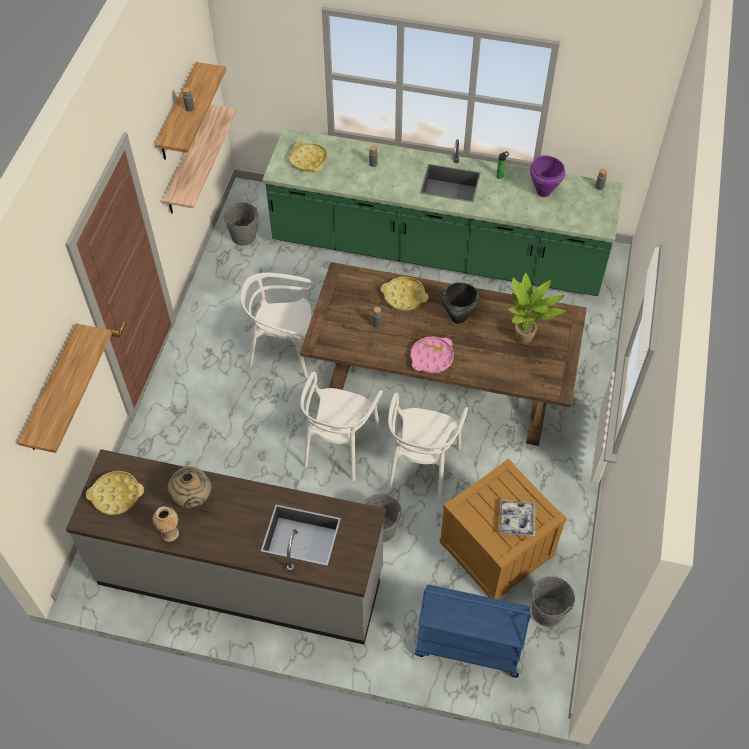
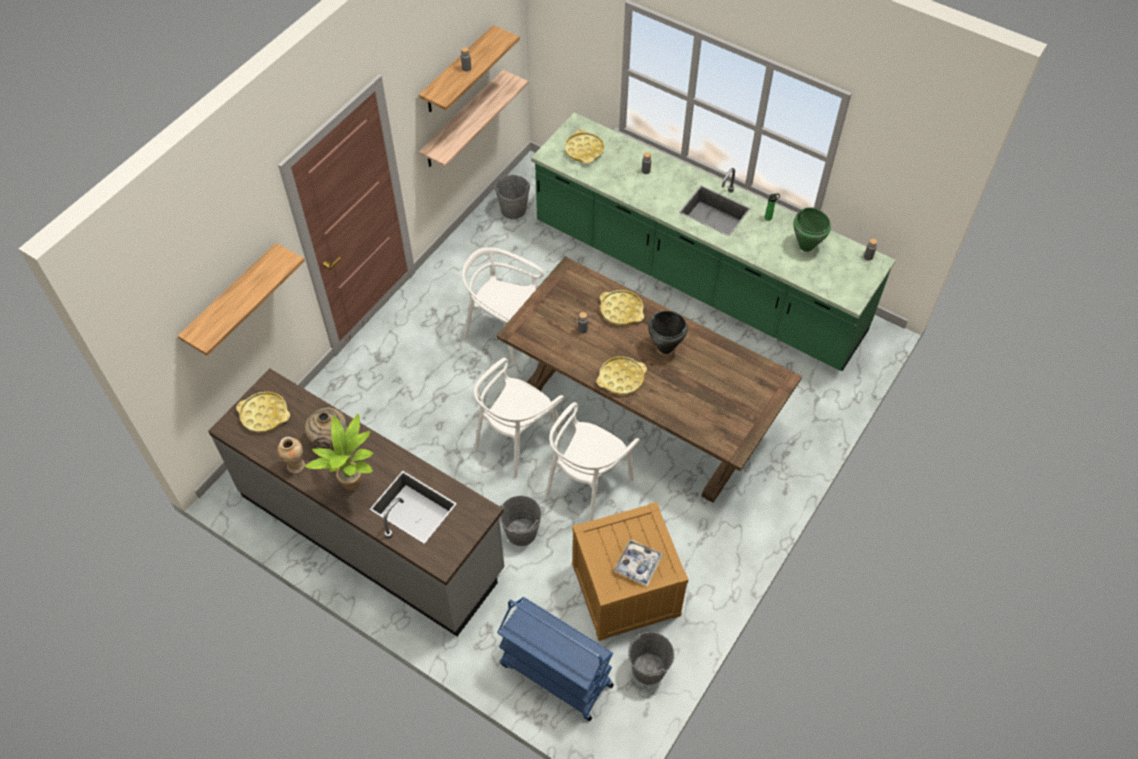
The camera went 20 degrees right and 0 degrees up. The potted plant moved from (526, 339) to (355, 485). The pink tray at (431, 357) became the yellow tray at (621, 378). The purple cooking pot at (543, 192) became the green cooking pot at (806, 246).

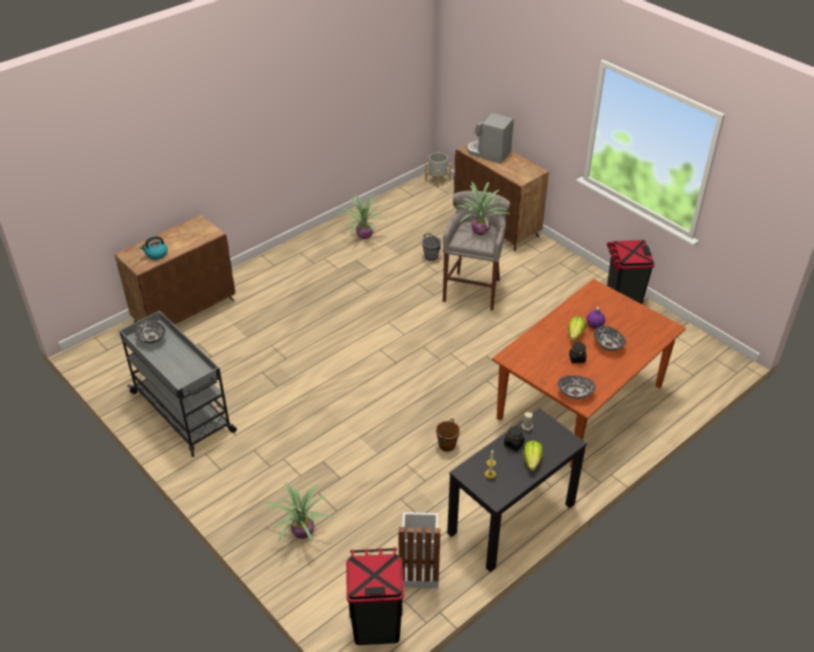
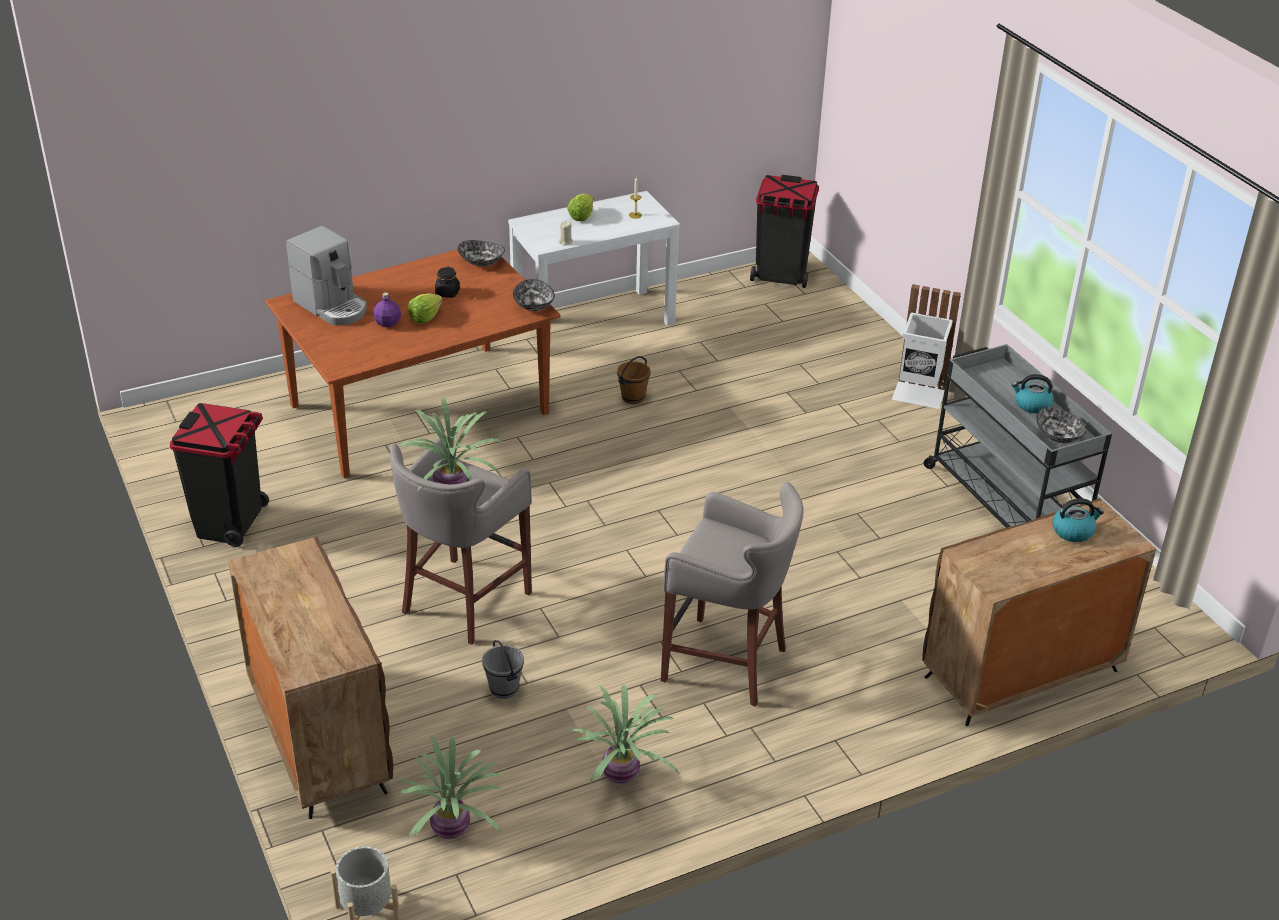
The camera went 165 degrees left and 5 degrees down. The coffee machine moved from (488, 153) to (332, 306). The potted plant moved from (302, 531) to (451, 831). The black console table at (511, 519) became the white console table at (594, 321). The bowl moved from (608, 345) to (533, 306). The grey stool at (728, 664) appeared. The white trash can moved from (418, 570) to (918, 394). The kettle at (1031, 405) appeared. The black jar at (513, 444) disappeared.

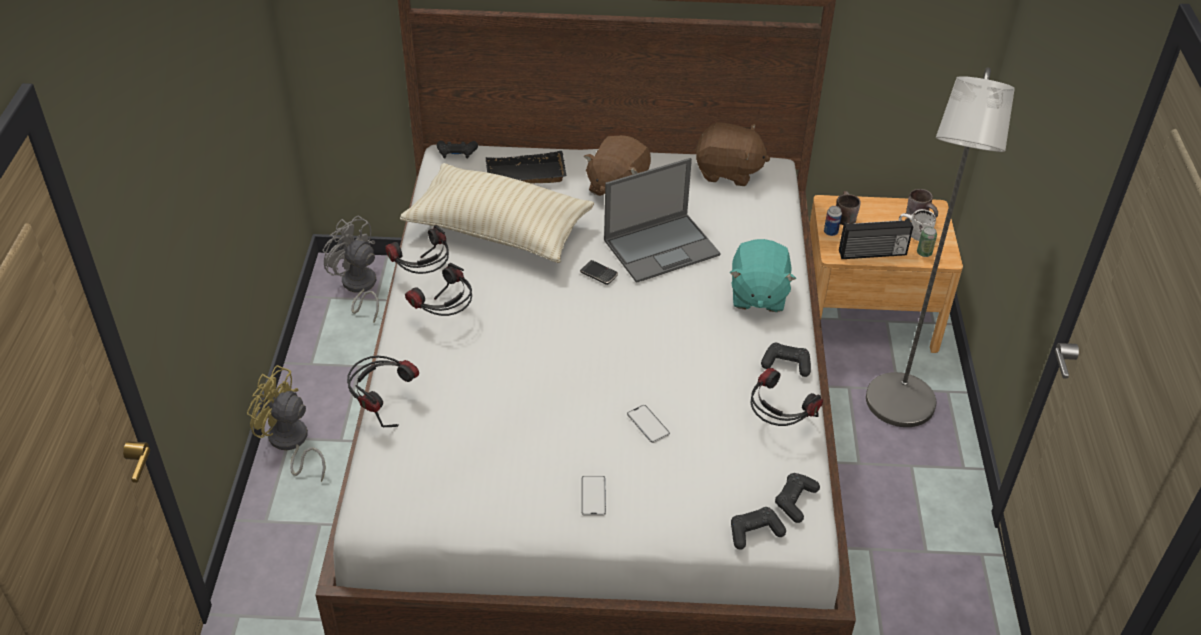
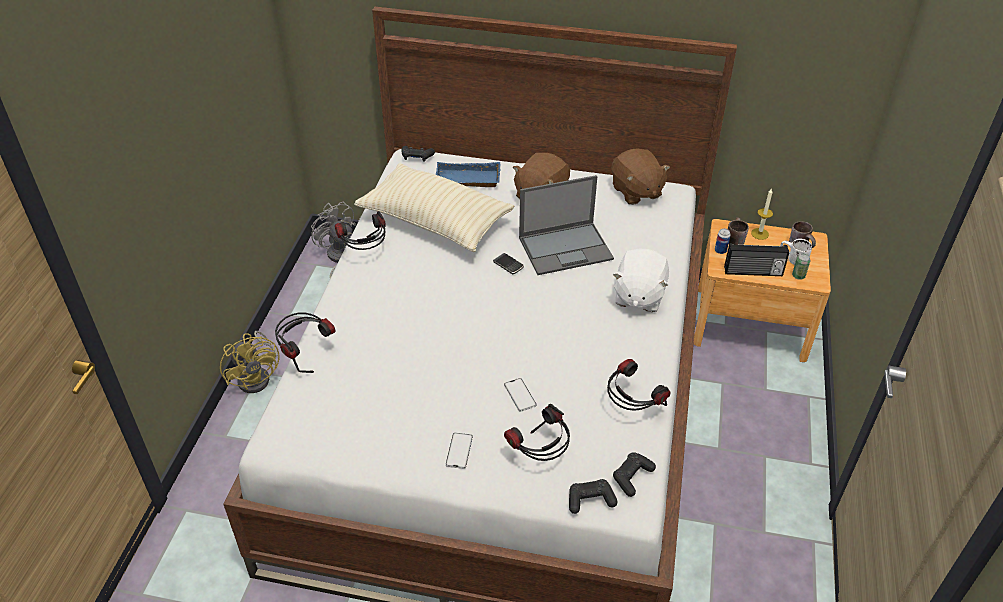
The camera went 10 degrees right and 0 degrees up. The yellow fan at (290, 444) turned 150 degrees counterclockwise. The black tray at (525, 176) became the blue tray at (467, 180). The headphones moved from (445, 317) to (539, 455). The brown plush toy at (728, 172) turned 45 degrees clockwise. The turquoise plush toy at (757, 295) became the white plush toy at (638, 296). The candle at (759, 234) appeared. The black game controller at (786, 364) disappeared. The grey floor lamp at (898, 411) disappeared.

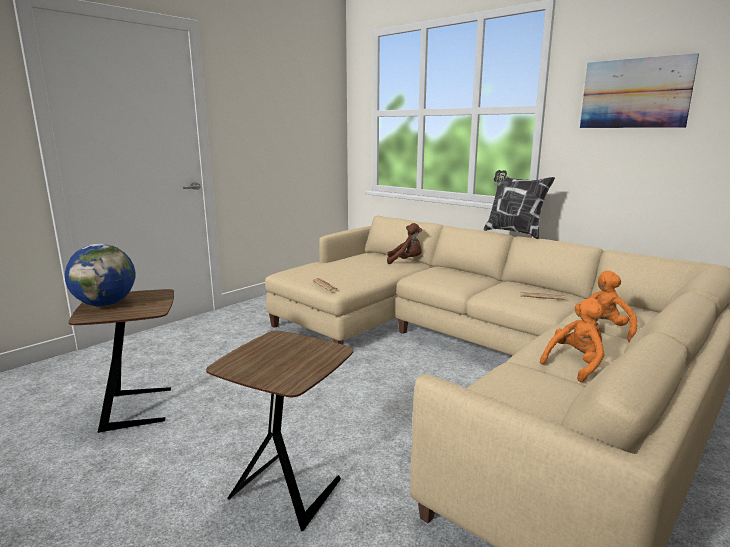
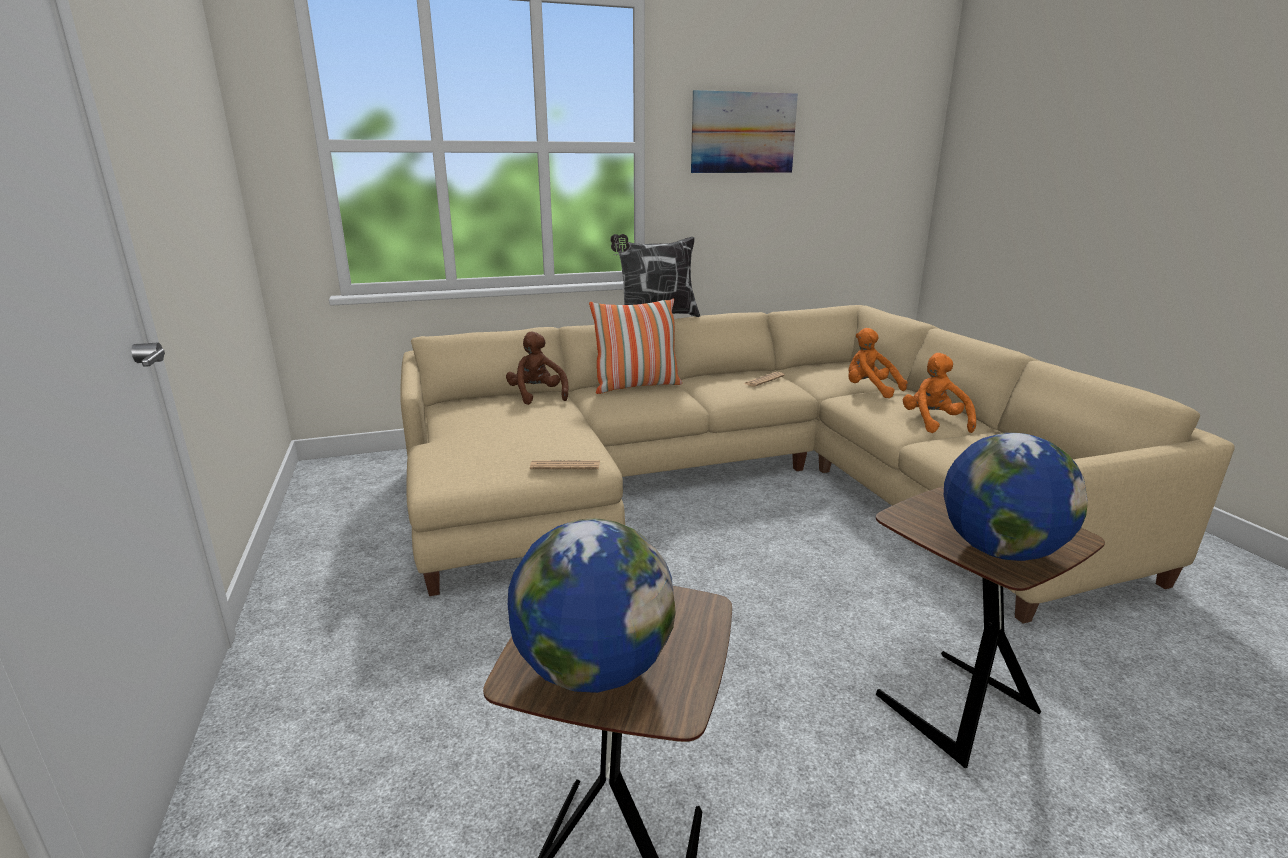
The camera went 60 degrees left and 5 degrees up. The brown plush toy at (406, 261) turned 60 degrees counterclockwise. The pillow at (636, 386) appeared. The globe at (1000, 551) appeared.

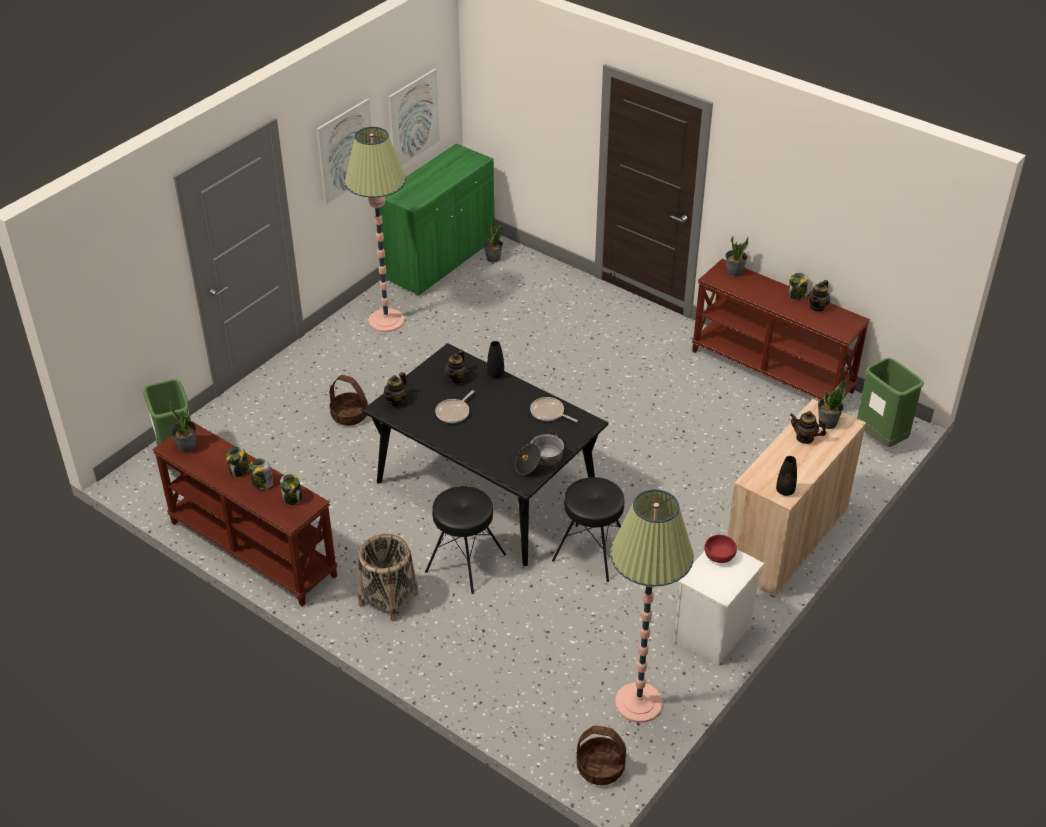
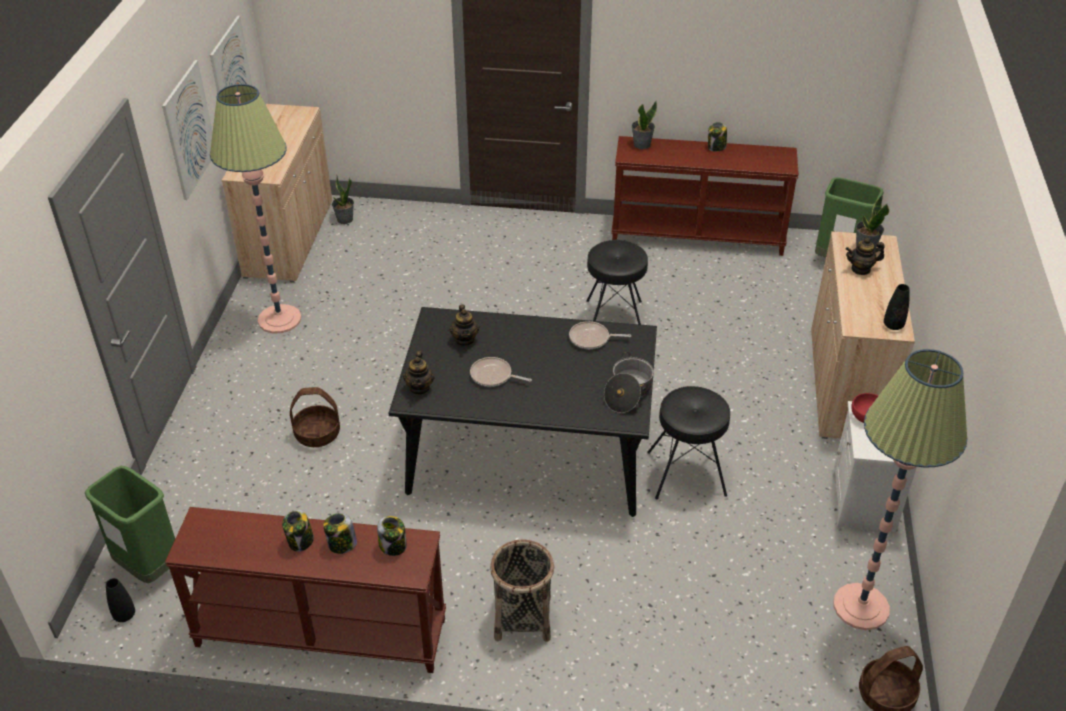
The camera went 30 degrees left and 0 degrees up. The black vase moved from (495, 374) to (124, 615). The green cabinet at (440, 260) became the beige cabinet at (289, 239). The frying pan at (454, 412) turned 105 degrees clockwise. The black stool moved from (465, 562) to (614, 320). The potted plant at (187, 446) disappeared. The teapot at (817, 307) disappeared.

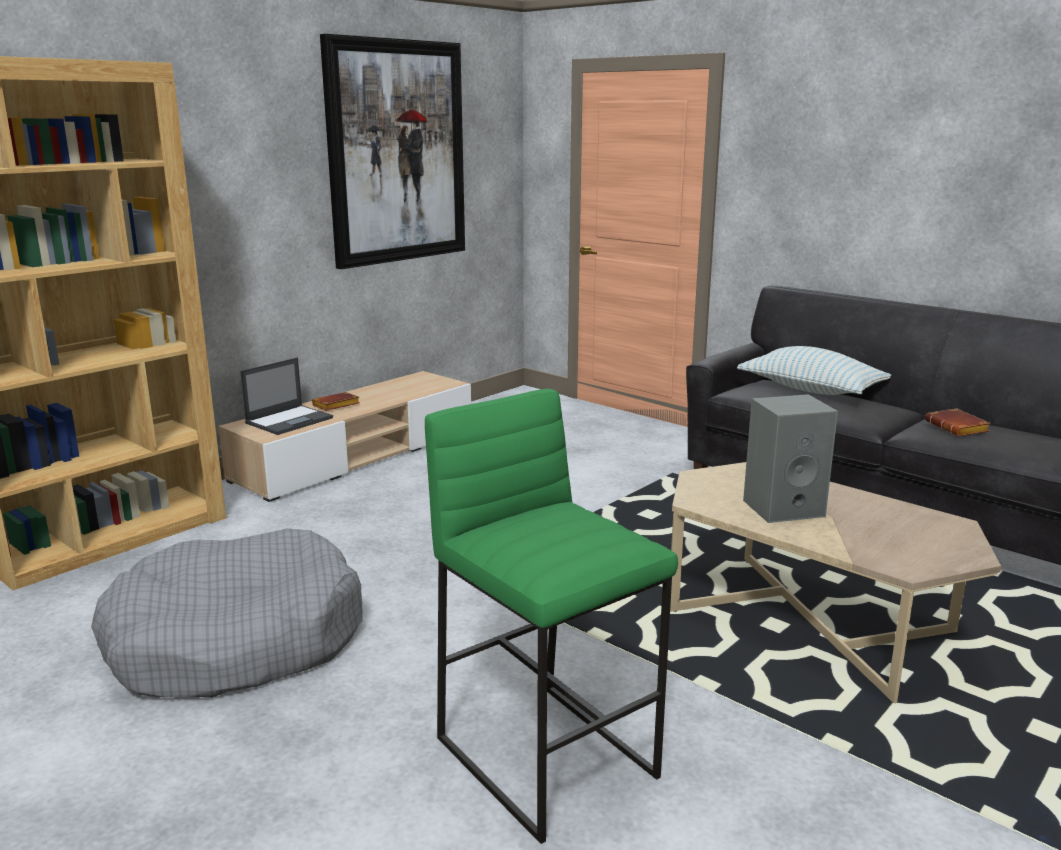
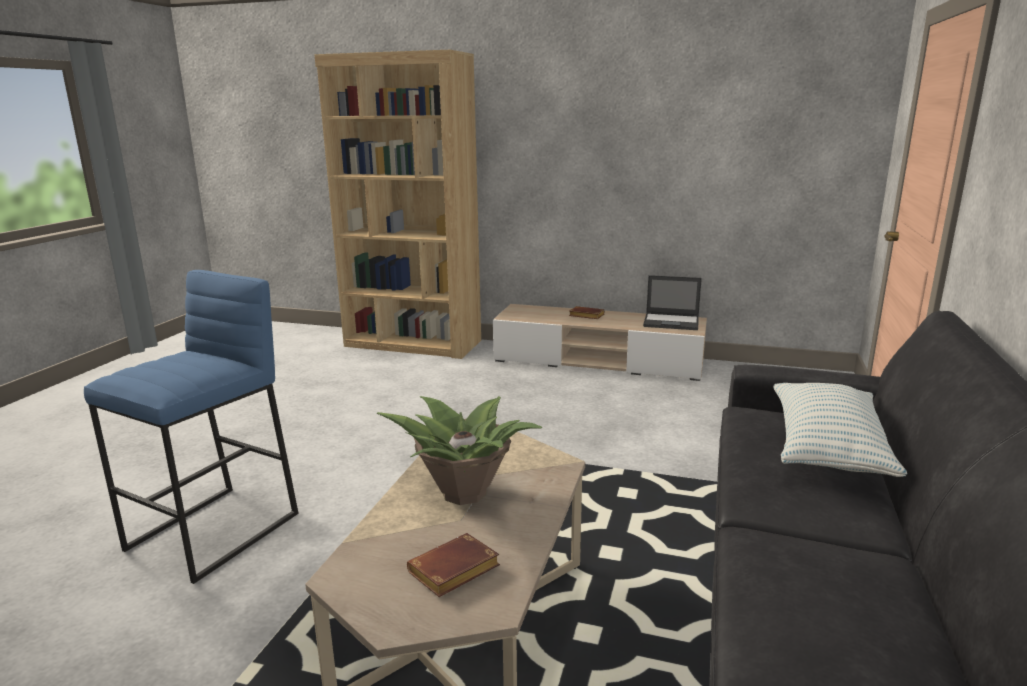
The camera went 65 degrees right and 0 degrees up. The green stool at (548, 756) became the blue stool at (215, 532). The grey speaker at (784, 507) was replaced by the potted plant at (462, 491). The brown book moved from (958, 428) to (453, 573). The laptop moved from (290, 420) to (672, 322). The grey dog bed at (236, 641) disappeared. The picture at (396, 152) disappeared.

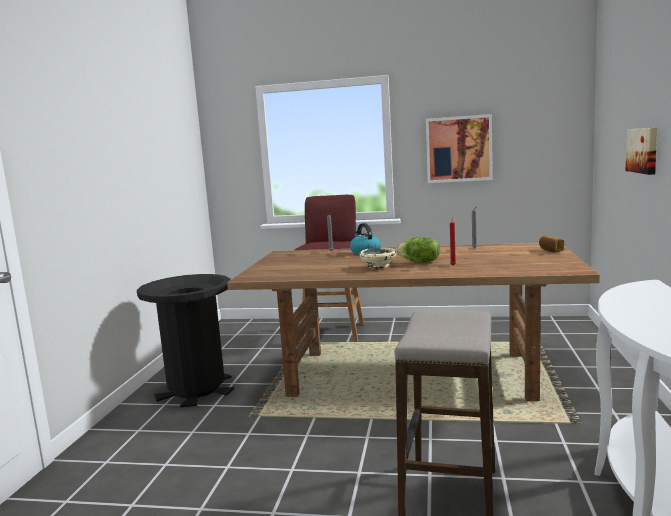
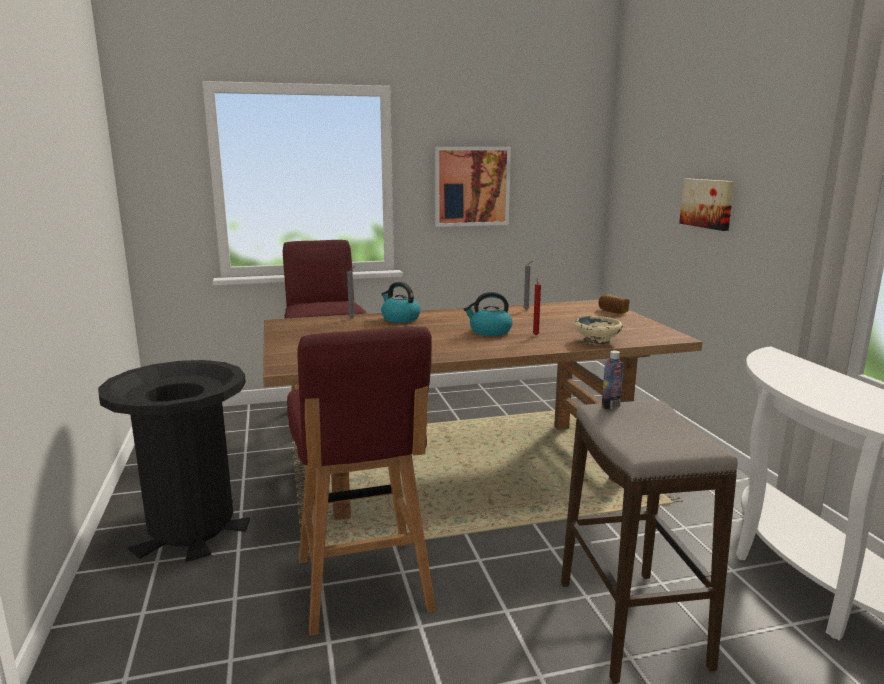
The camera went 25 degrees left and 5 degrees up. The red stool at (363, 586) appeared. The lettuce at (419, 262) was replaced by the kettle at (489, 331). The beige bowl moved from (378, 267) to (597, 341). The bottle at (610, 406) appeared.

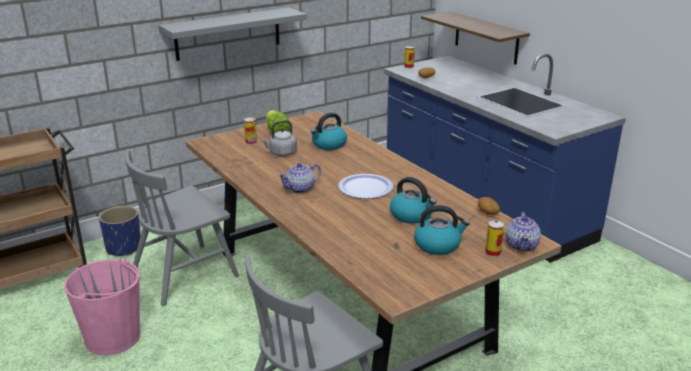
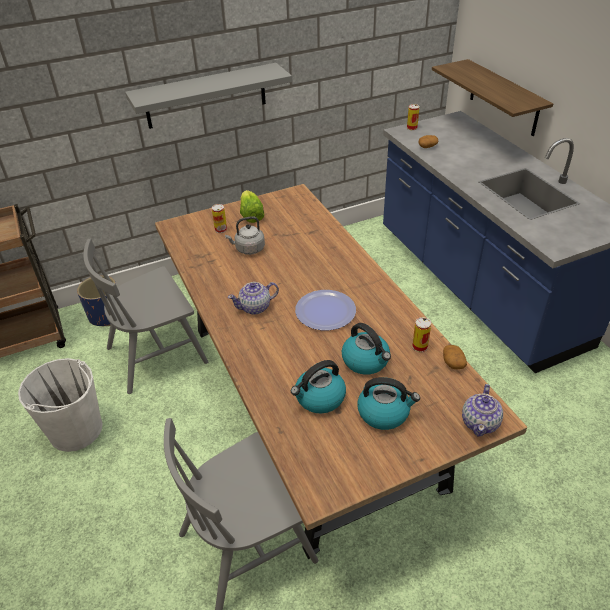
The camera went 10 degrees right and 15 degrees up. The pink bucket at (113, 338) became the white bucket at (76, 430). The kettle moved from (329, 145) to (319, 398). The can moved from (493, 253) to (419, 347).

